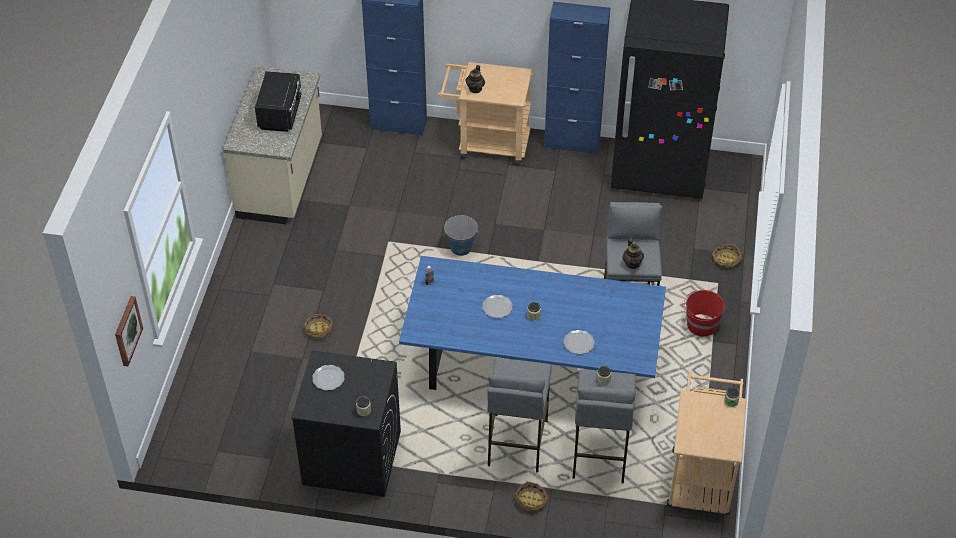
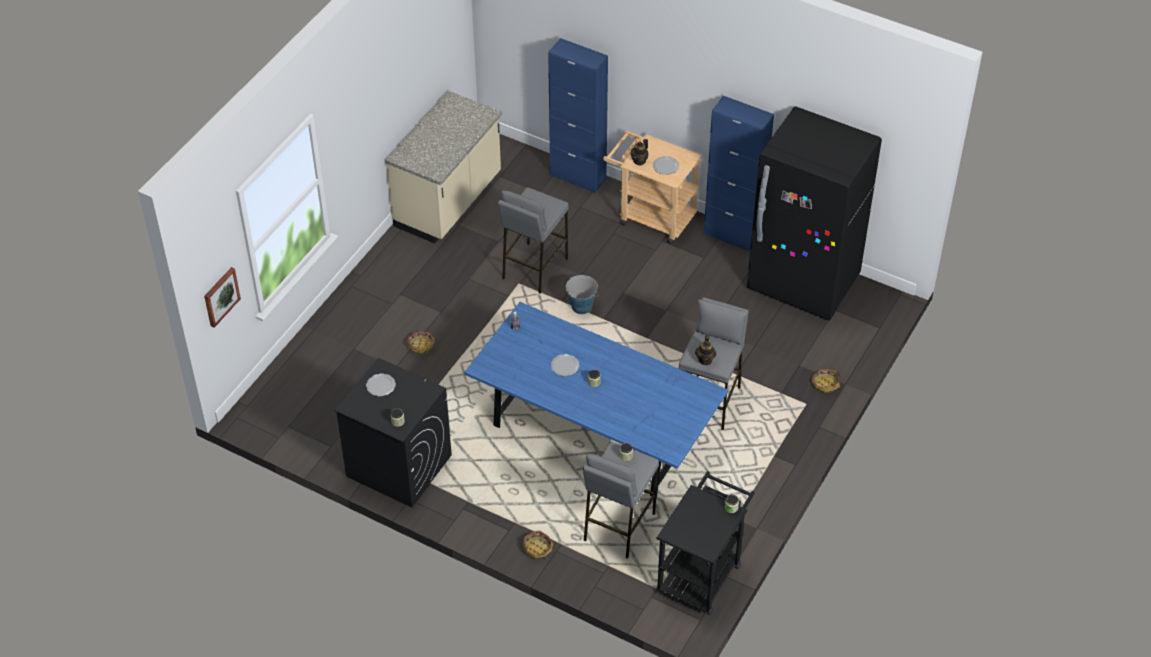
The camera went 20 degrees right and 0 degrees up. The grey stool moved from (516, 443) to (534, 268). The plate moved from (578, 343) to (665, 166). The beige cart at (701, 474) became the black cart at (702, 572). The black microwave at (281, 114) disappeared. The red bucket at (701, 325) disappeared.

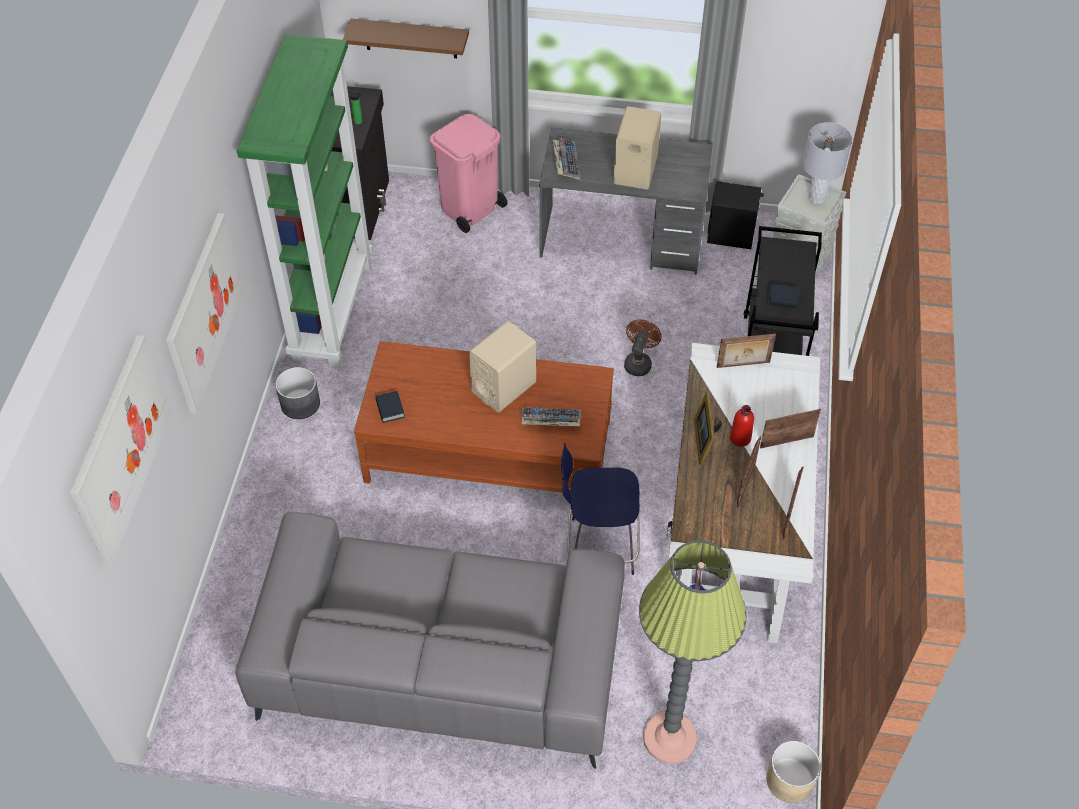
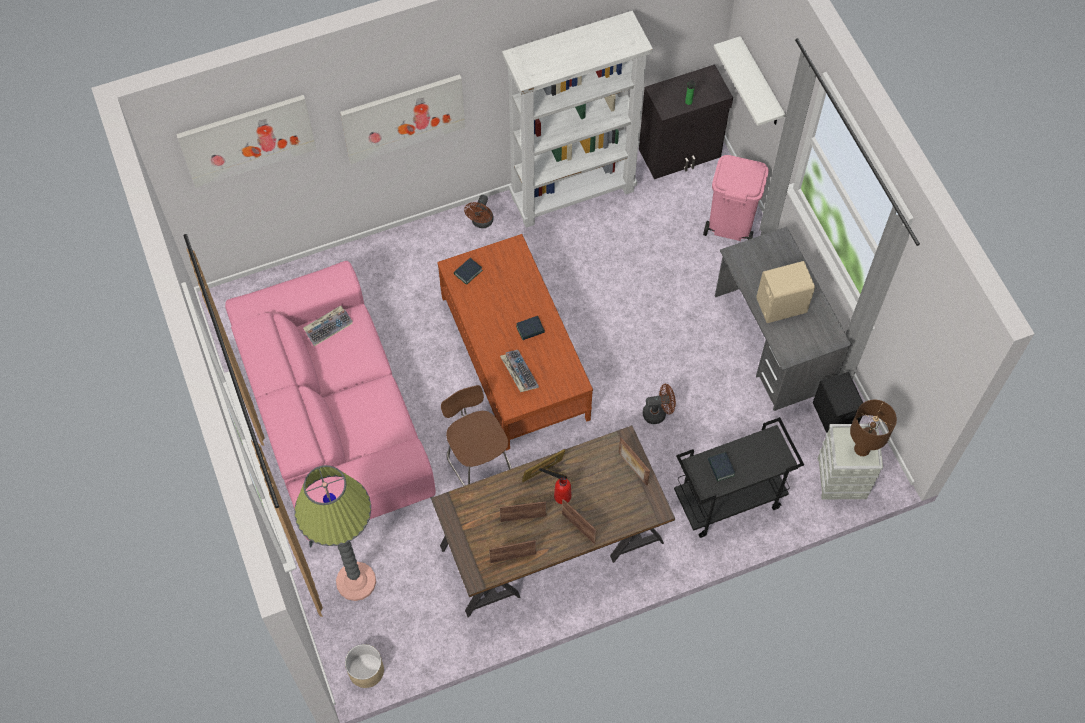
The camera went 60 degrees right and 10 degrees up. The grey sofa at (439, 663) became the pink sofa at (333, 417). The keyboard moved from (565, 162) to (328, 327). The white desk at (735, 523) became the brown desk at (552, 545). The blue stool at (599, 546) became the brown stool at (479, 466). The grey planter at (300, 403) was replaced by the brown fan at (481, 222). The green bookcase at (331, 309) became the white bookcase at (573, 193). The beige speaker at (504, 387) was replaced by the book at (530, 329). The brown shelf at (410, 38) became the white shelf at (760, 84). The grey table lamp at (817, 198) became the brown table lamp at (862, 449).

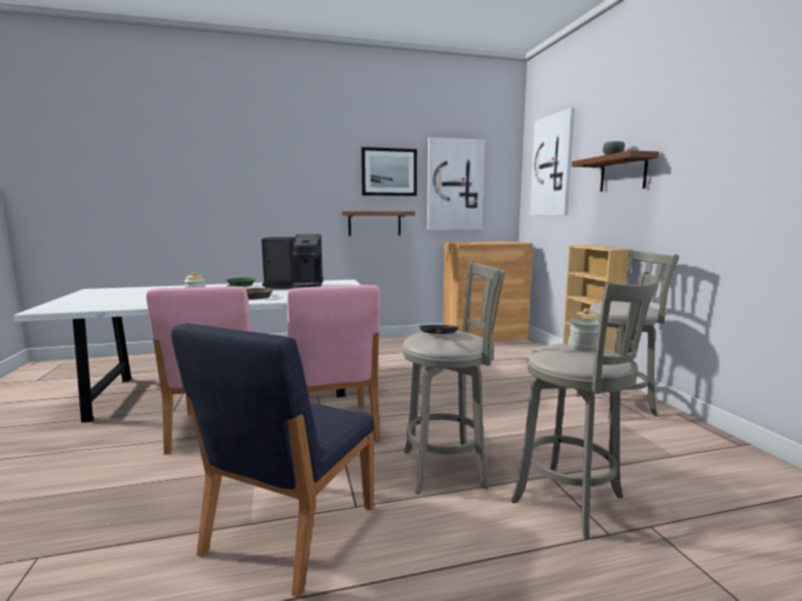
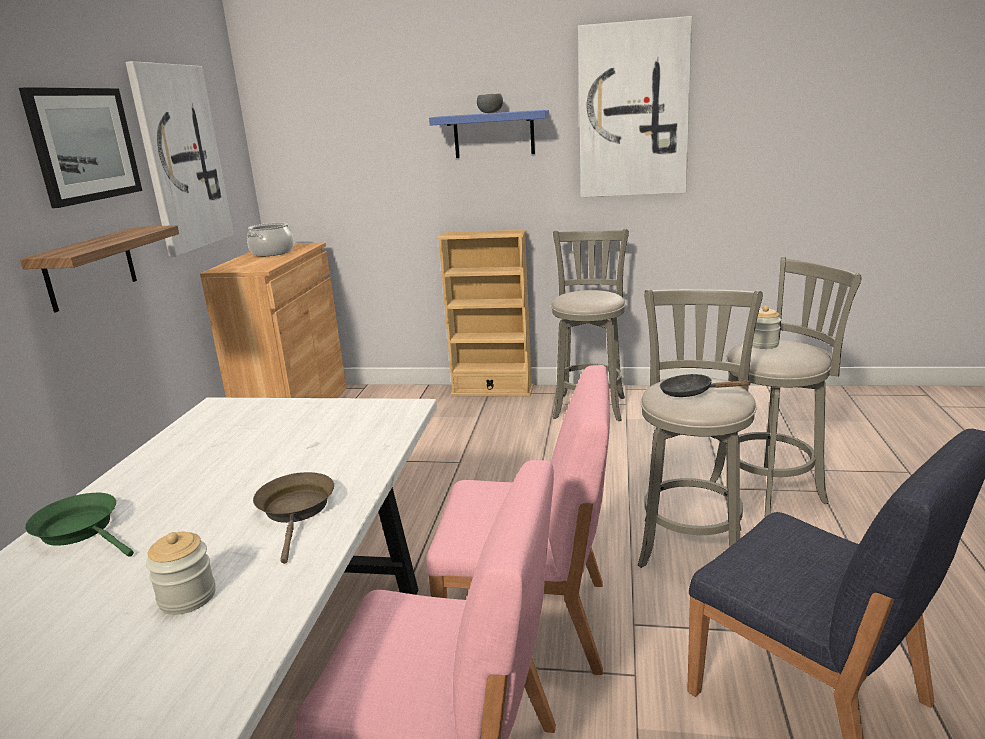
The camera went 65 degrees left and 10 degrees up. The cooking pot at (272, 253) appeared. The brown shelf at (623, 173) became the blue shelf at (494, 134). The picture moved from (553, 166) to (633, 111). The coffee machine at (296, 287) disappeared.

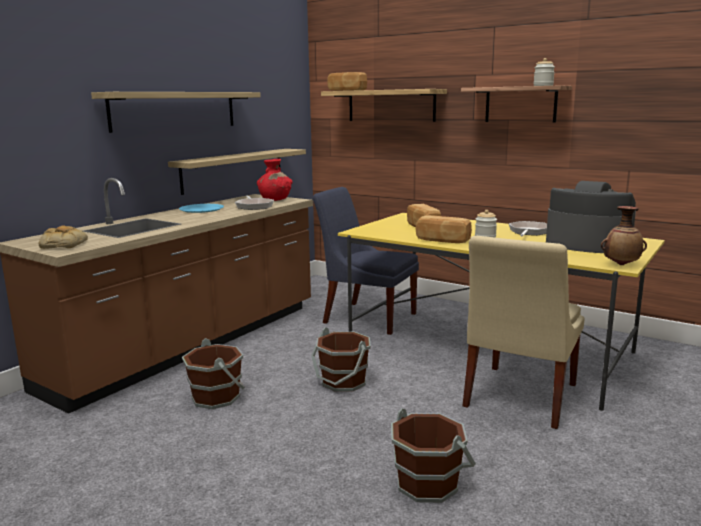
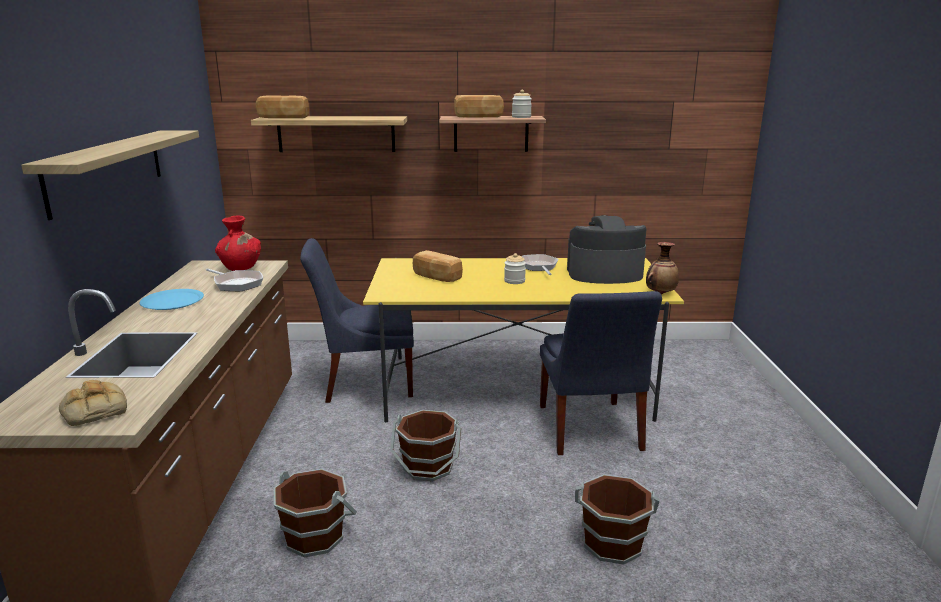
The camera went 35 degrees left and 5 degrees up. The bread moved from (442, 240) to (478, 117). The beige chair at (518, 397) became the blue chair at (589, 430). The shelf at (233, 170) disappeared.

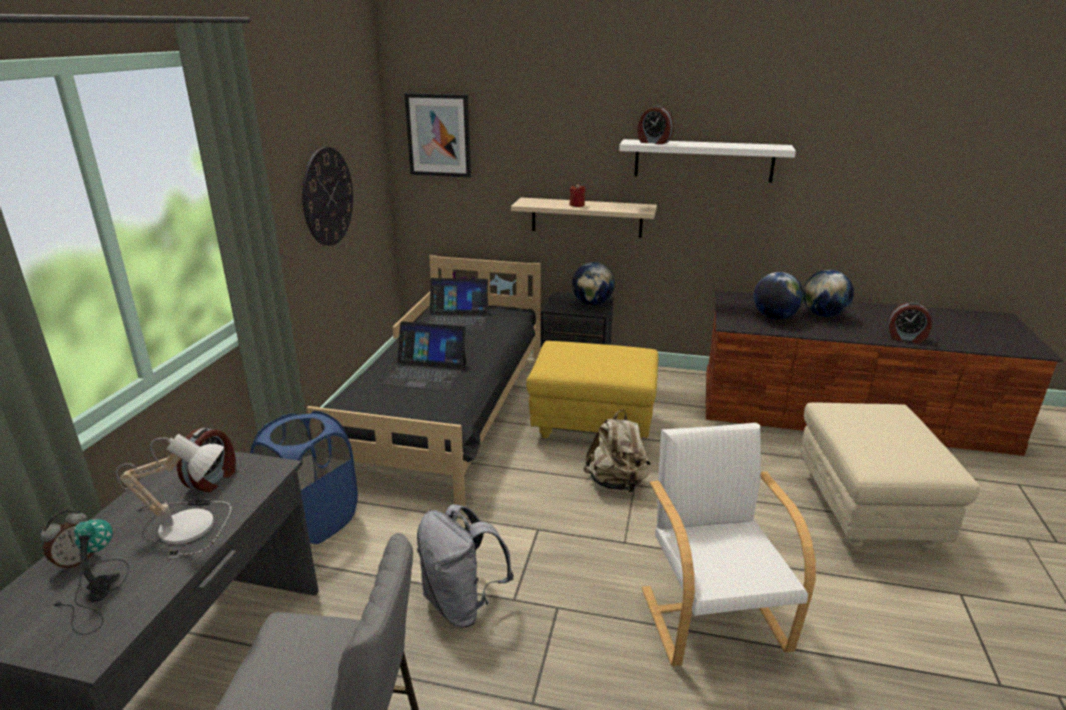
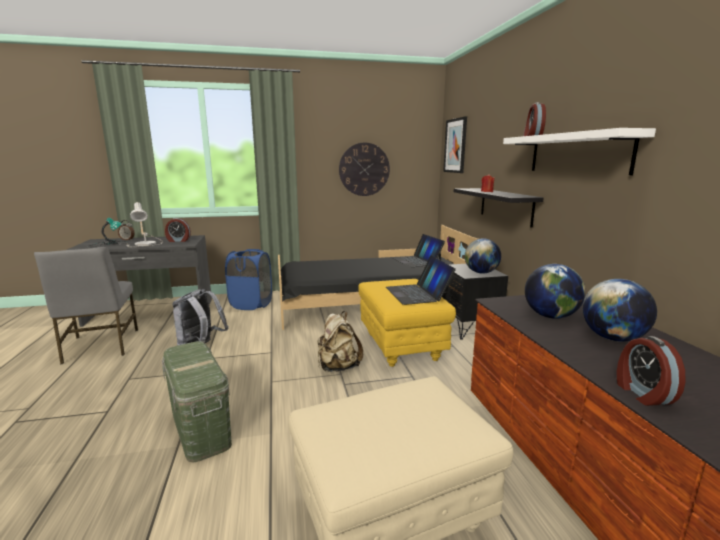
The camera went 65 degrees right and 10 degrees down. The white armchair at (713, 616) was replaced by the green storage box at (201, 428). The laptop moved from (425, 373) to (417, 293). The beige shelf at (586, 217) became the black shelf at (505, 206).

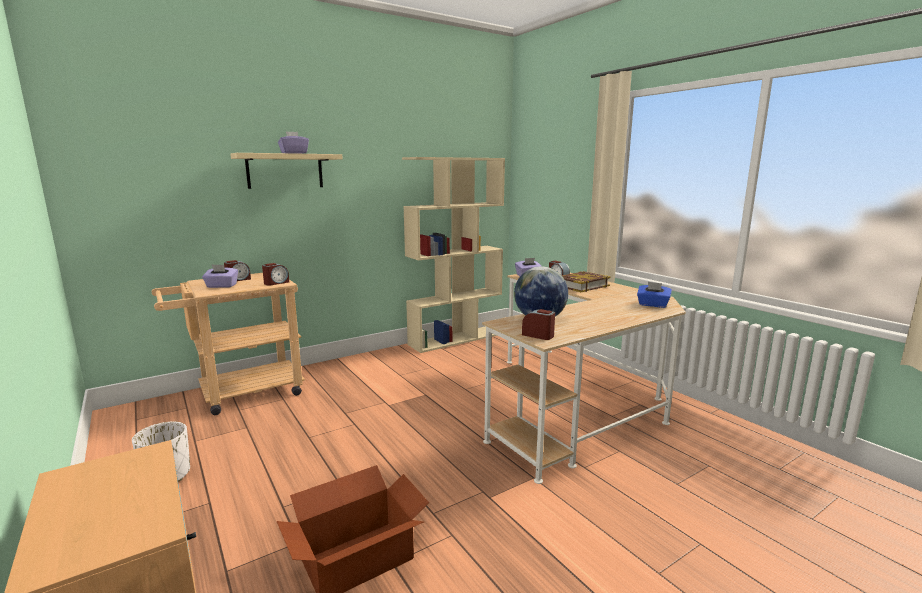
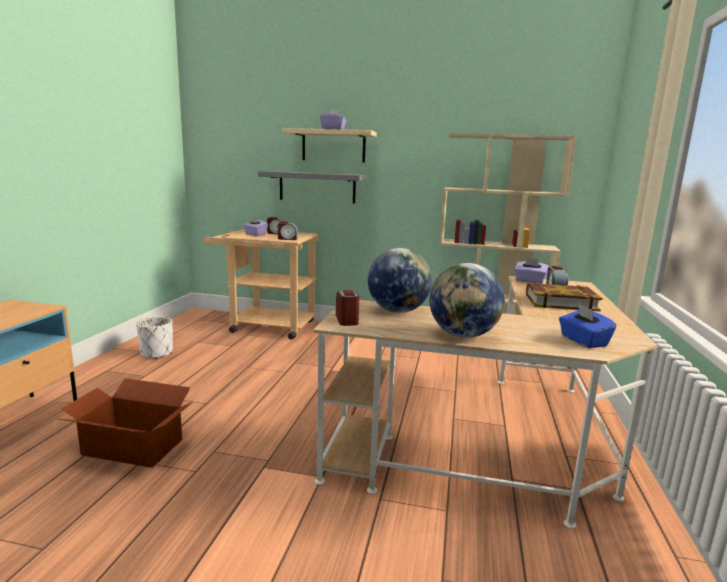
The camera went 45 degrees right and 0 degrees up. The grey shelf at (317, 187) appeared. The globe at (463, 335) appeared.

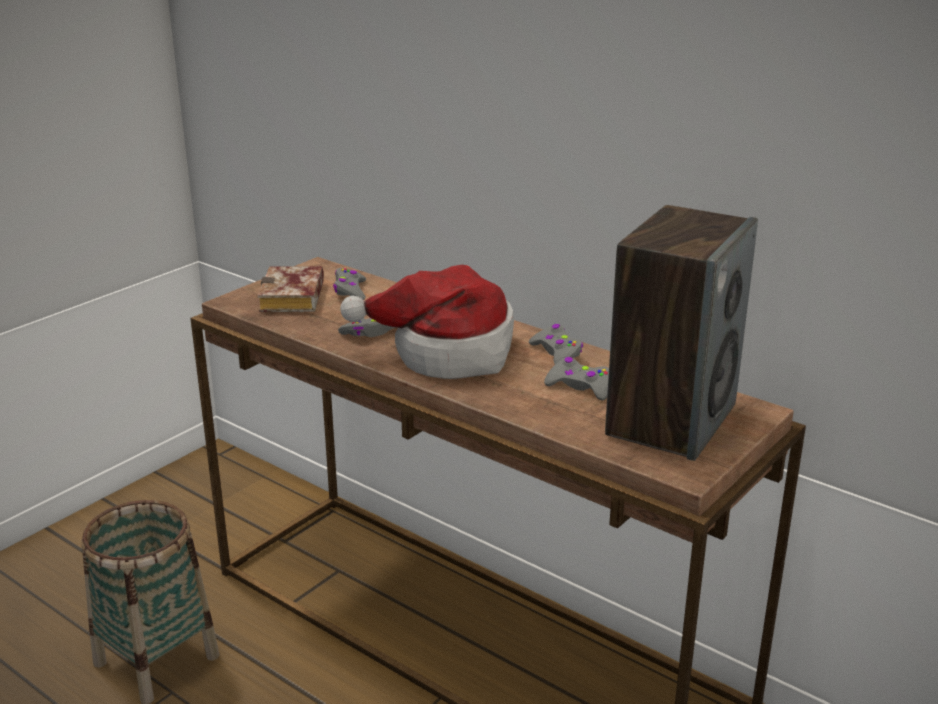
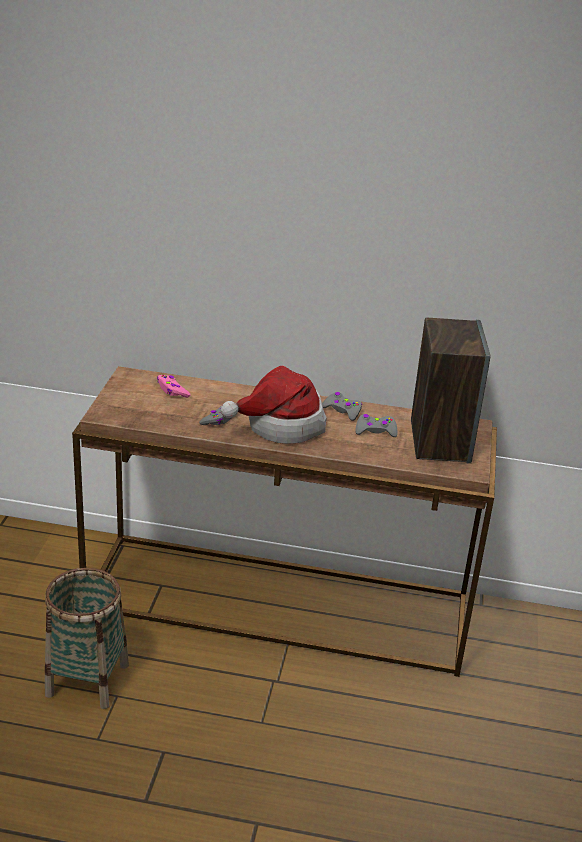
The camera went 30 degrees left and 5 degrees up. The grey game controller at (350, 291) became the pink game controller at (172, 390). The book at (294, 299) disappeared.

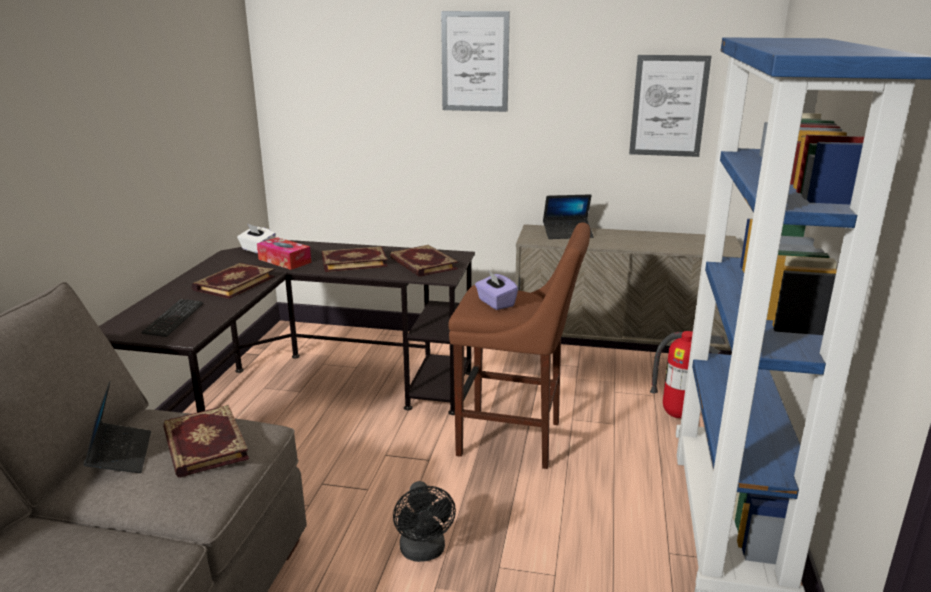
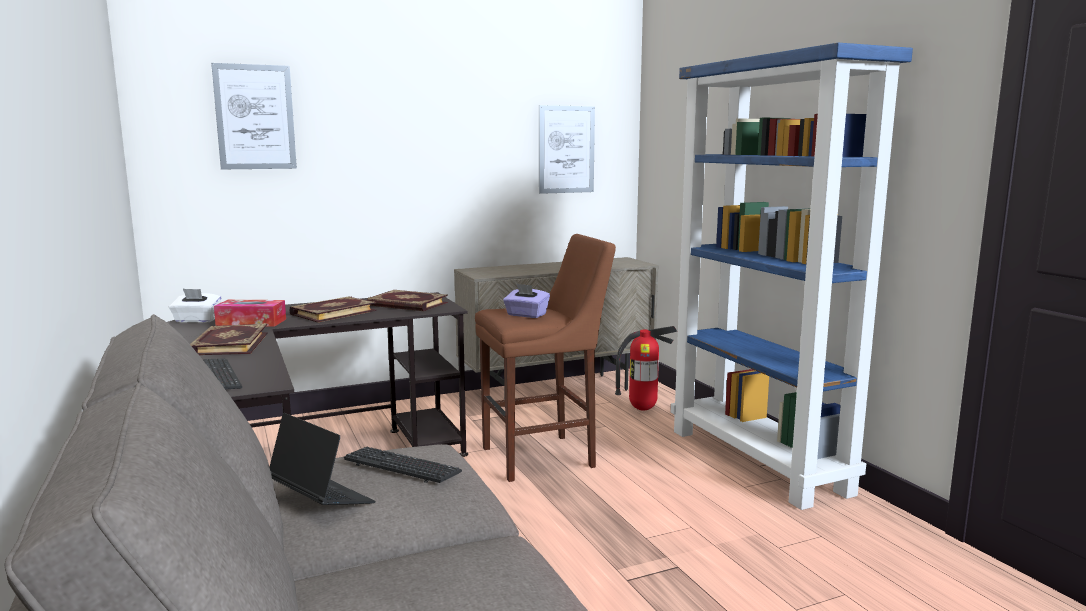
The camera went 35 degrees left and 10 degrees down. The picture moved from (475, 62) to (255, 117). The book at (203, 444) was replaced by the keyboard at (402, 467). The black fan at (424, 552) disappeared. The laptop at (567, 234) disappeared.

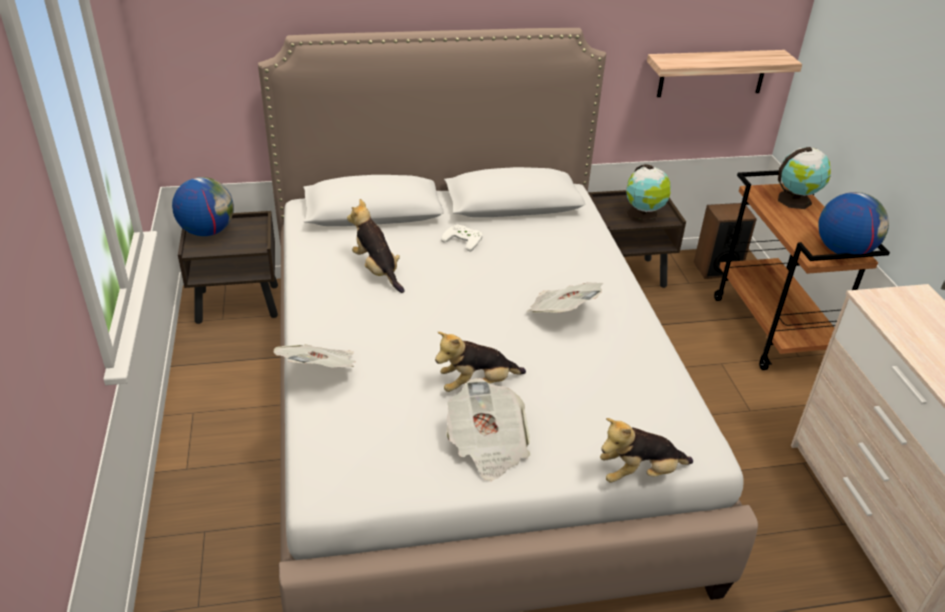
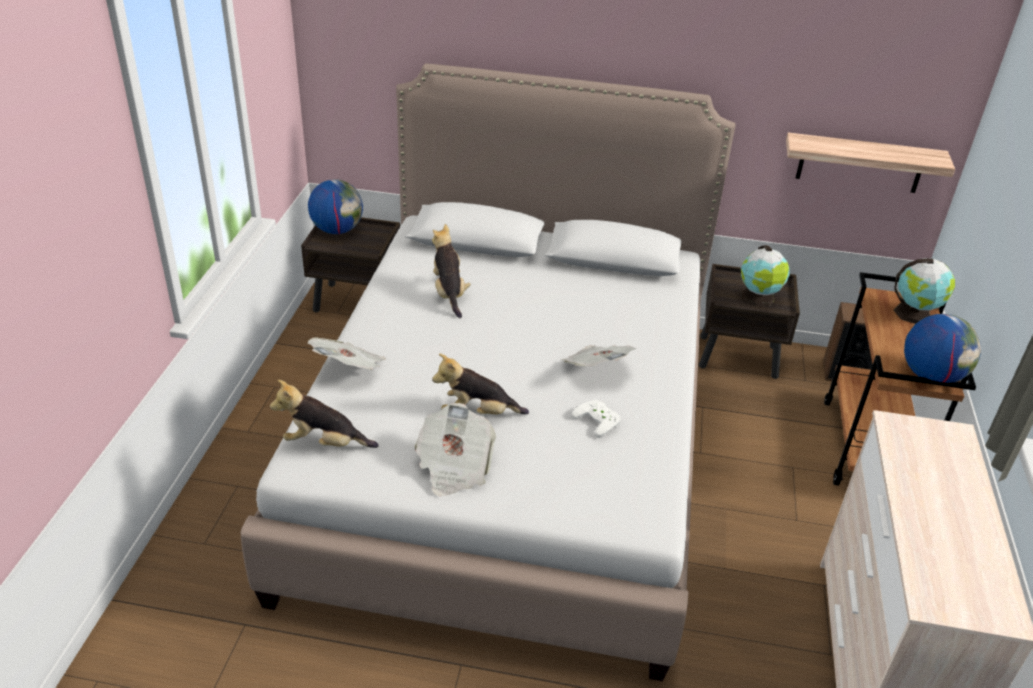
The camera went 20 degrees right and 0 degrees up. The plush toy moved from (639, 473) to (324, 443). The white game controller moved from (464, 239) to (599, 420).

